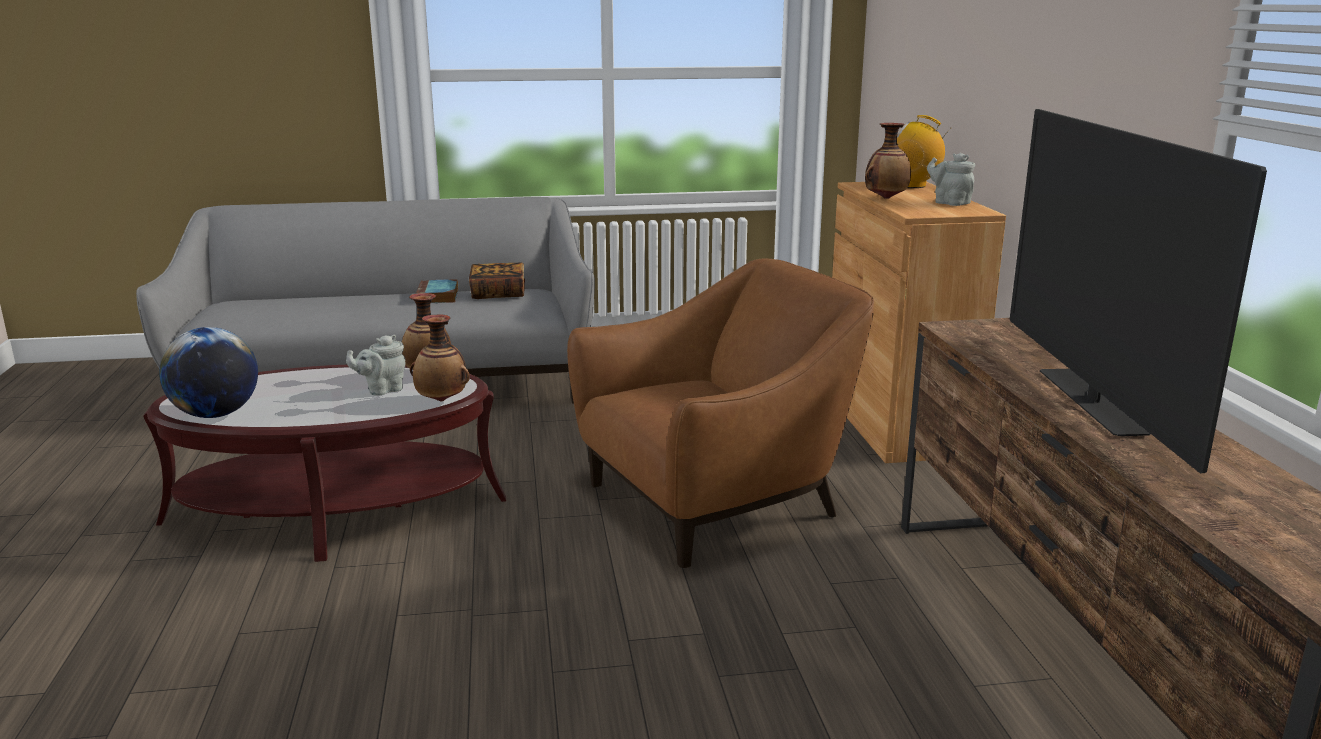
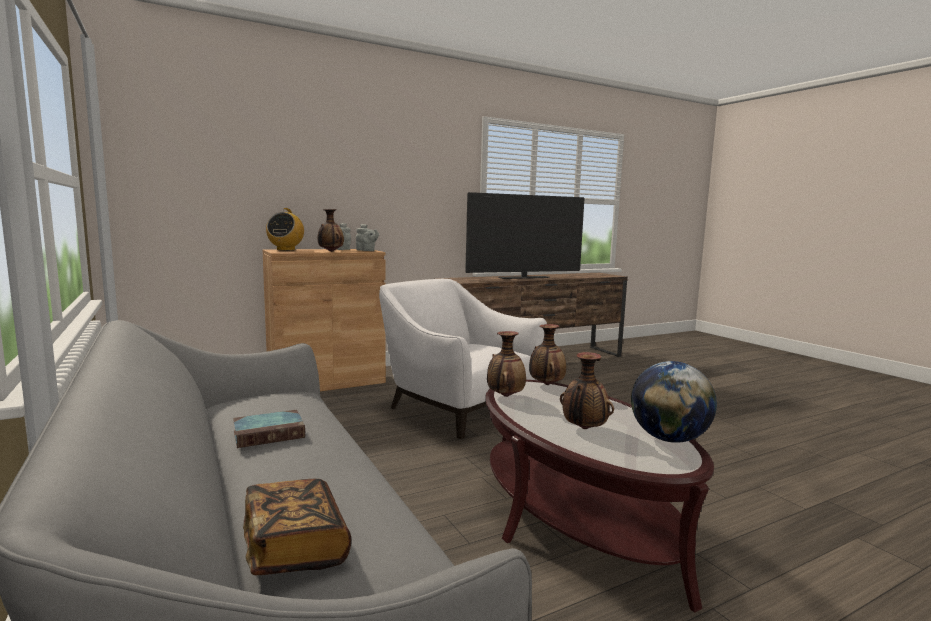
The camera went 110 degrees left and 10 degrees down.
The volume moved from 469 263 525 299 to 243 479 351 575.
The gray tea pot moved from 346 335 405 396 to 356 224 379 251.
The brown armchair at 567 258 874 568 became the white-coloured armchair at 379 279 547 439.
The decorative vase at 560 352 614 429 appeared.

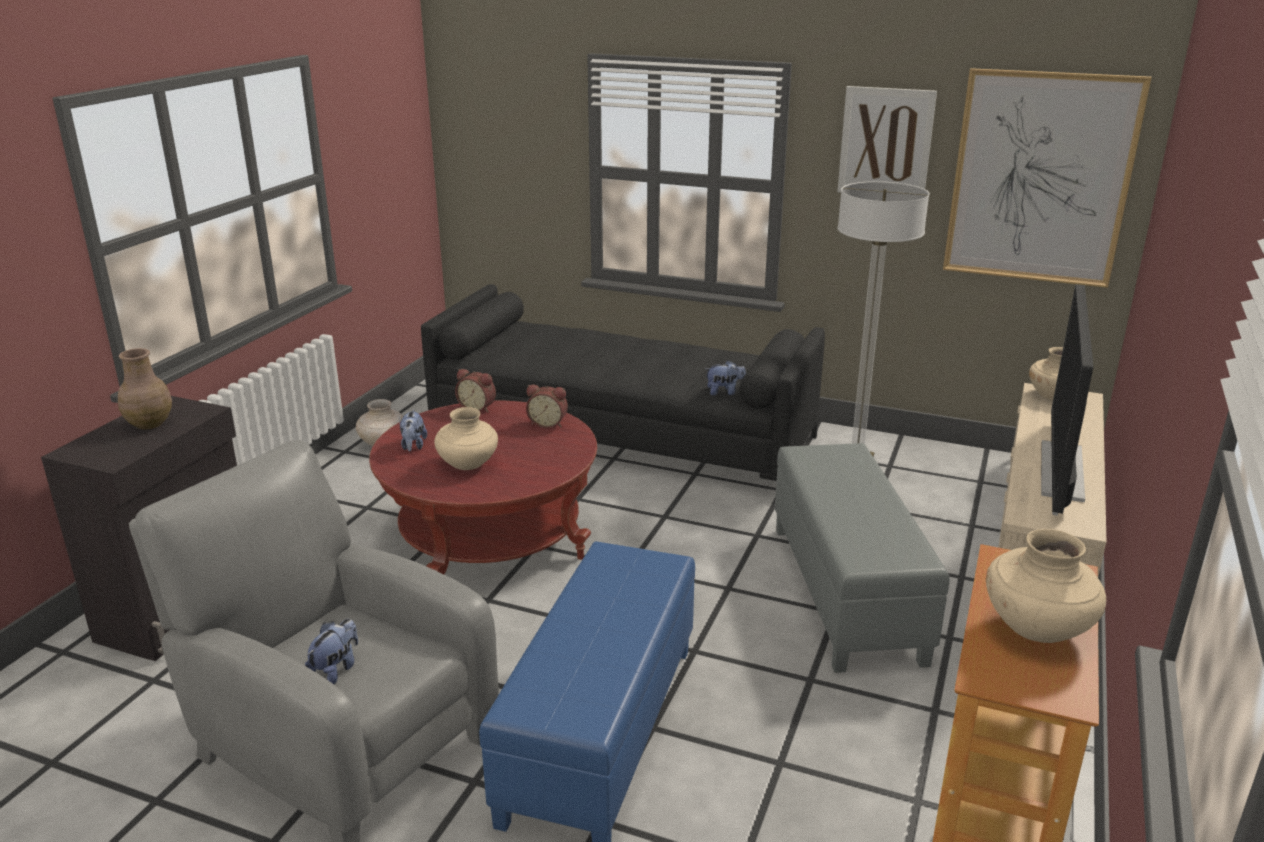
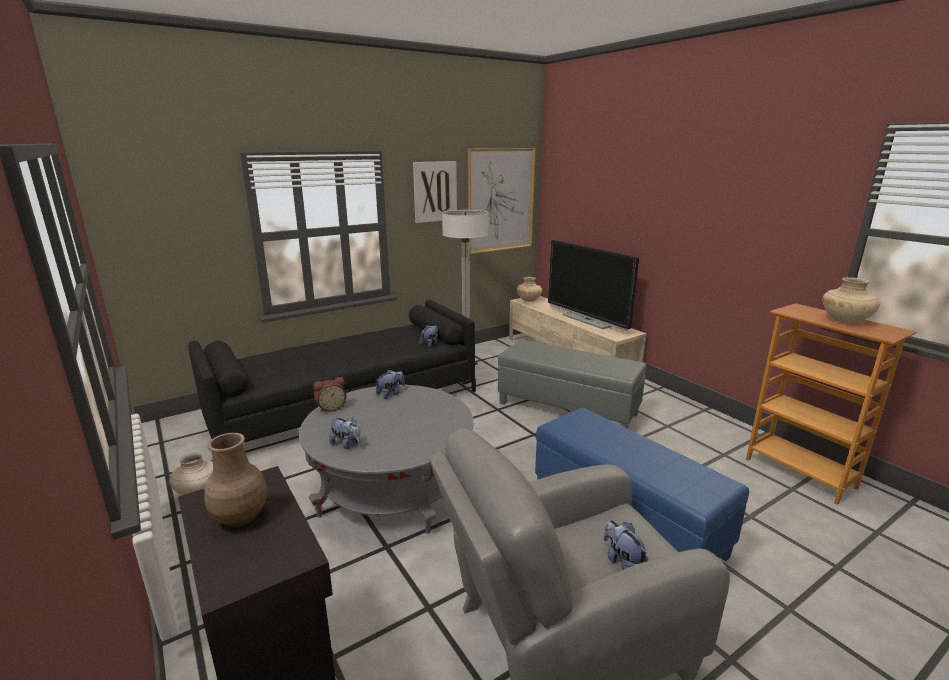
The camera went 55 degrees left and 5 degrees down.
The reddish lounge table at 369 401 597 574 became the gray lounge table at 299 385 473 534.
The alarm clock at 526 384 568 429 was replaced by the cuddly toy at 375 369 405 399.
The beige-coloured decorative vase at 434 407 498 470 disappeared.

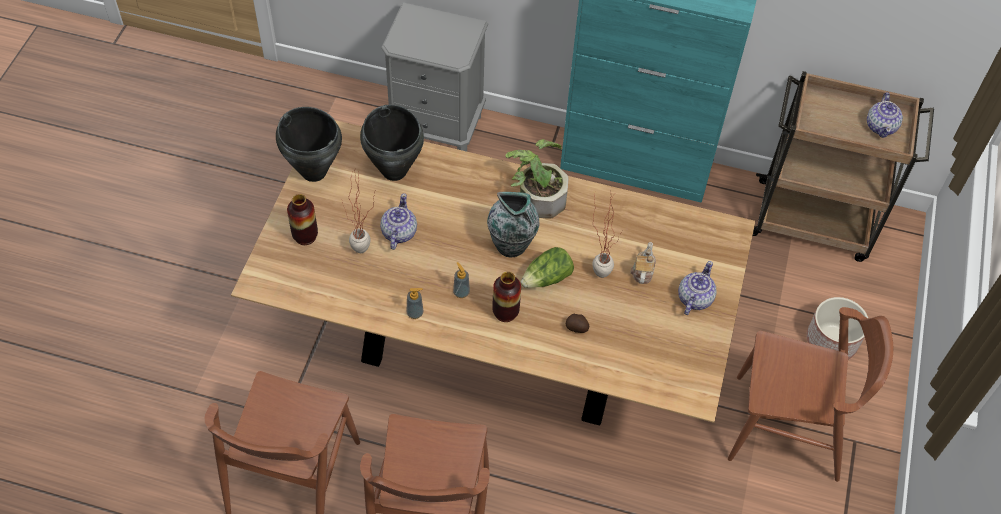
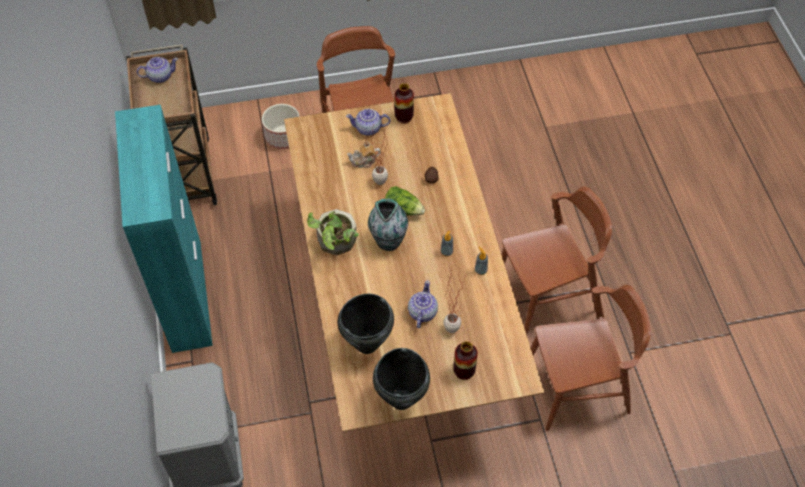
The camera went 115 degrees left and 0 degrees up.
The decorative vase moved from 492 272 521 322 to 394 83 414 123.
The tea pot at 380 193 417 250 turned 120 degrees clockwise.

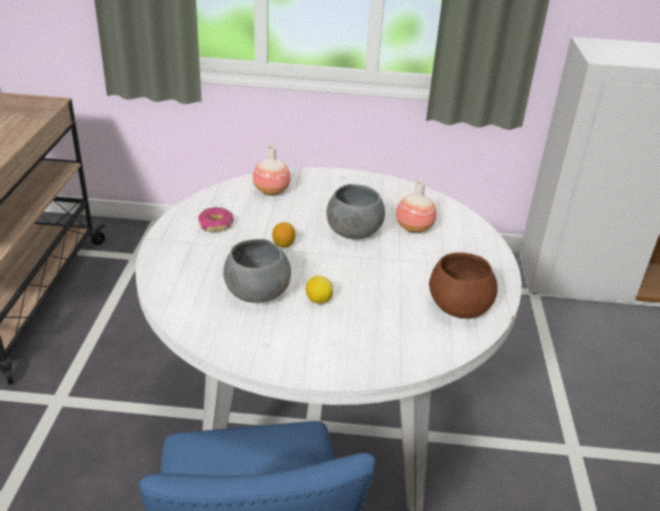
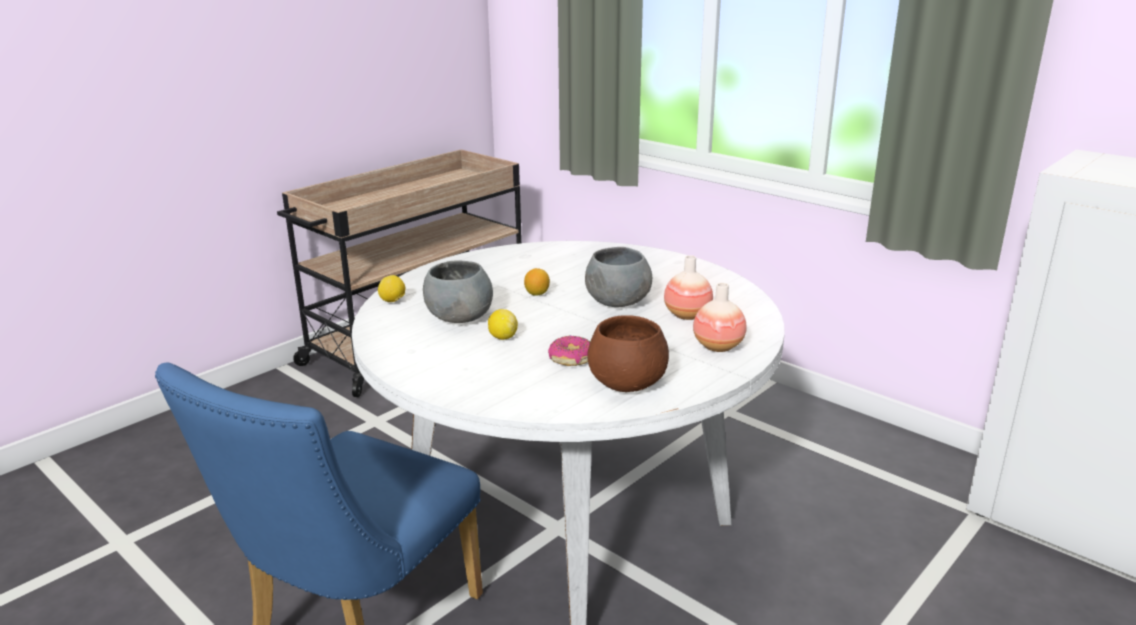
The camera went 40 degrees right and 10 degrees down.
The lemon at 378 275 405 302 appeared.
The donut moved from 198 207 234 232 to 548 336 590 366.
The decorative vase moved from 253 146 291 196 to 693 283 747 352.

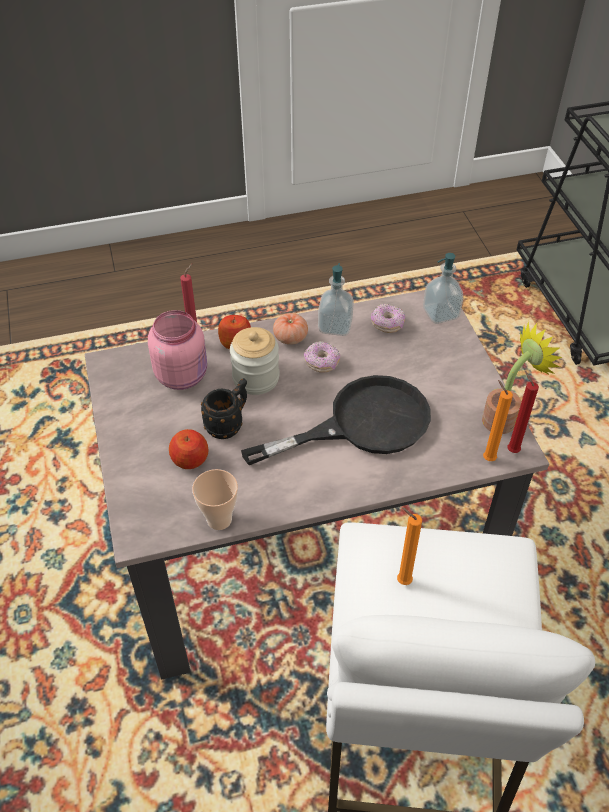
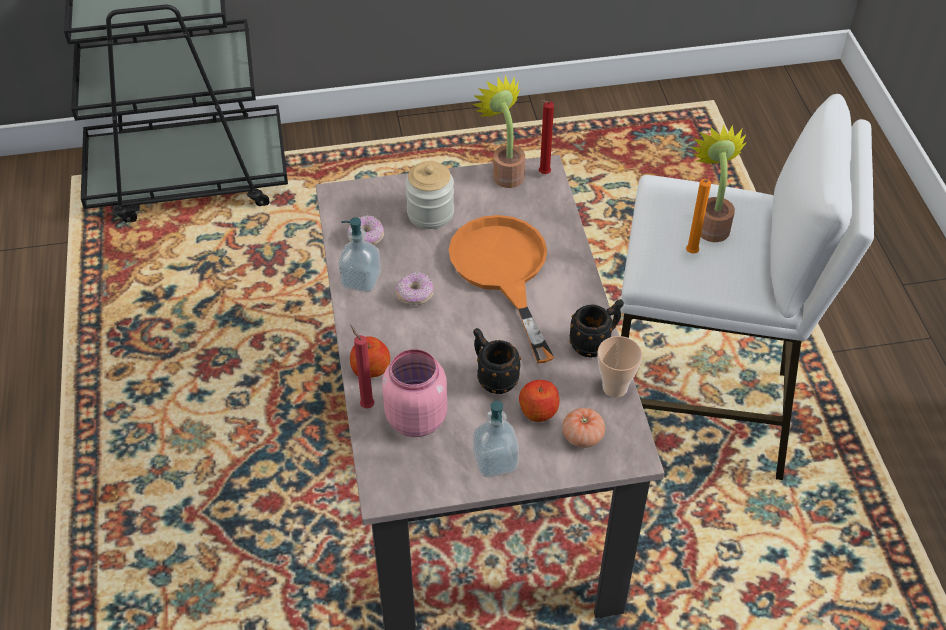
The camera went 85 degrees left and 0 degrees up.
The jar moved from 230 327 279 395 to 405 161 454 229.
The blackish skillet at 241 375 431 465 became the orange-coloured skillet at 449 215 554 364.
The soap bottle moved from 423 253 463 324 to 473 401 519 478.
The tomato moved from 273 313 308 345 to 562 408 605 448.
The blackish mug at 569 299 624 357 appeared.
The plant in a pot at 690 124 747 242 appeared.
The orange-coloured wax candle at 483 380 513 461 disappeared.

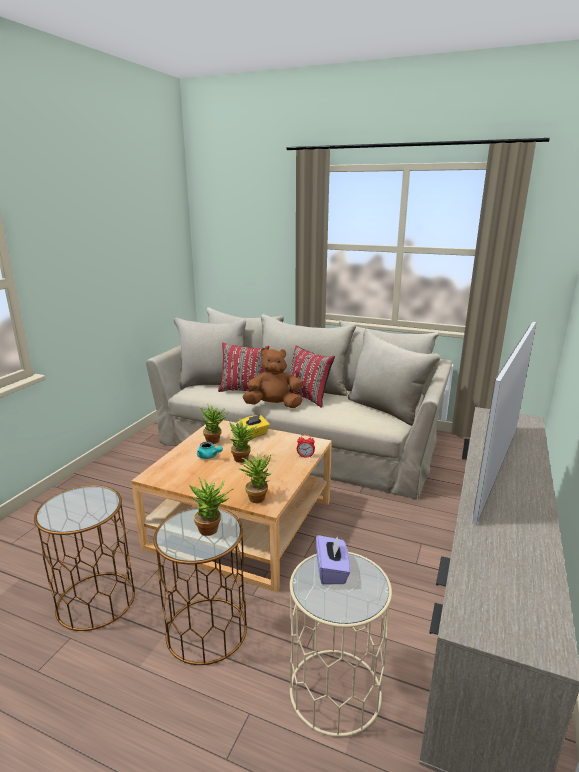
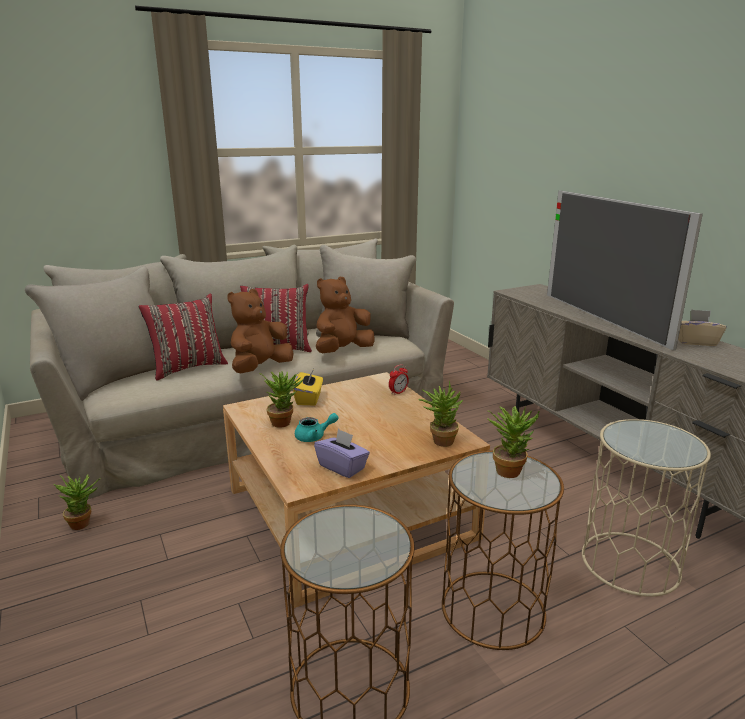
The camera went 50 degrees left and 0 degrees up.
The plant in a pot moved from 229 419 259 463 to 53 474 101 530.
The purple-coloured tissue holder moved from 316 535 350 585 to 314 429 370 478.
The brown cuddly toy at 316 276 375 353 appeared.
The beige-coloured tissue holder at 678 309 726 346 appeared.

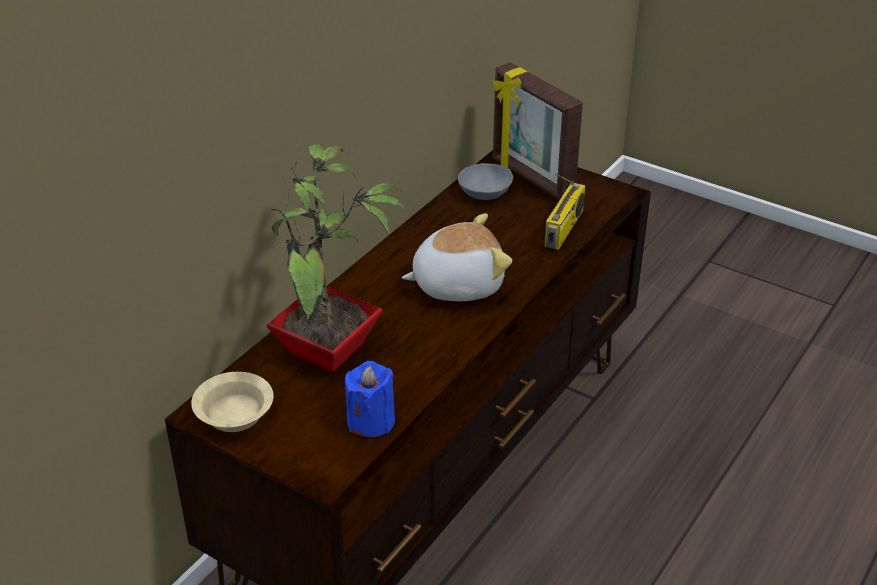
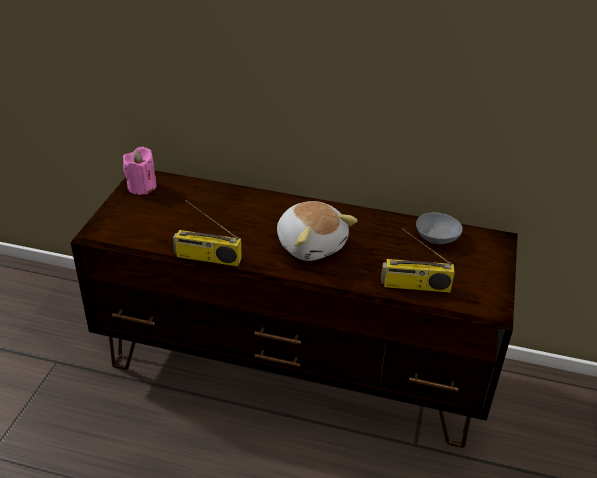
The camera went 70 degrees right and 0 degrees up.
The beige-coloured deep dish at 191 372 274 432 was replaced by the pink-coloured wax candle at 123 147 157 195.
The radio set at 173 200 242 266 appeared.
The plant in a pot at 262 144 407 373 disappeared.
The blue-coloured wax candle at 345 361 395 437 disappeared.
The photo frame at 493 62 583 201 disappeared.

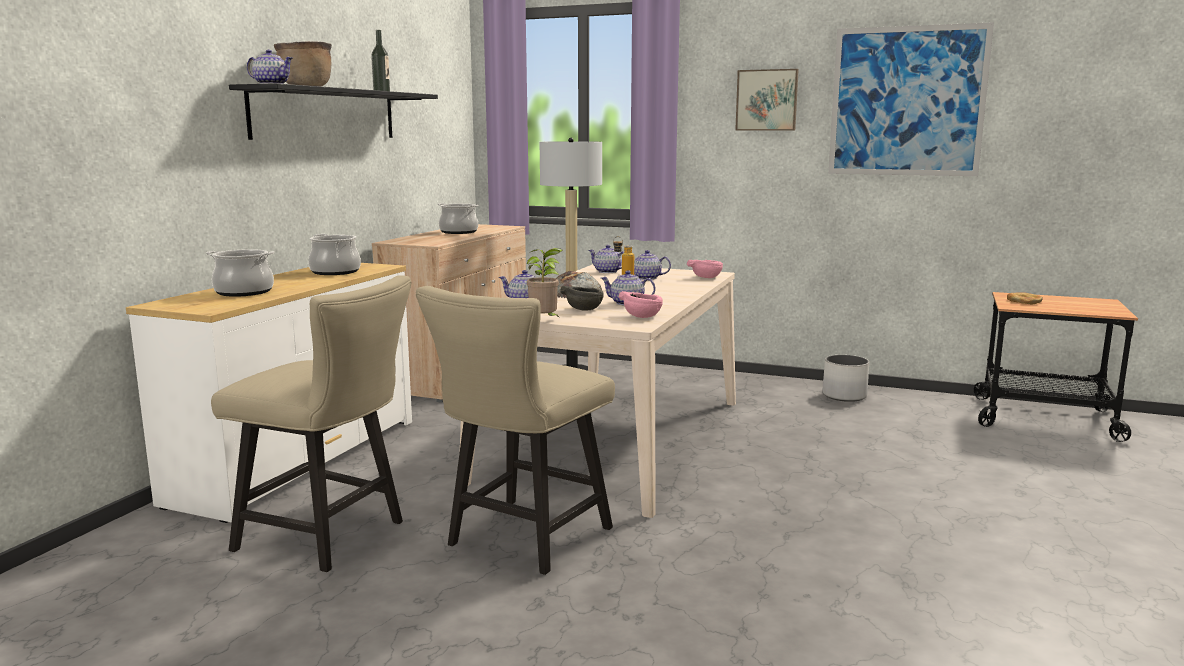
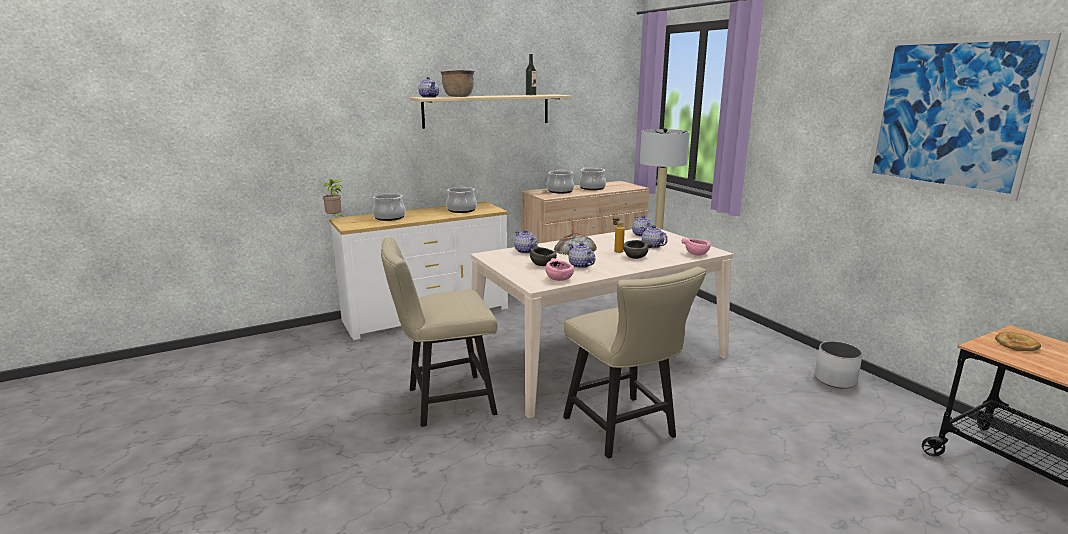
The camera went 40 degrees right and 5 degrees up.
The plant in a pot moved from 527 248 563 318 to 323 179 344 217.
The blackish shelf at 229 83 438 140 became the beige-coloured shelf at 410 94 572 129.
The cooking pot at 547 169 574 193 appeared.
The beige-coloured chair moved from 211 275 412 572 to 563 267 706 458.
The gray deep dish at 623 240 653 259 appeared.
The wall art at 735 69 799 130 disappeared.

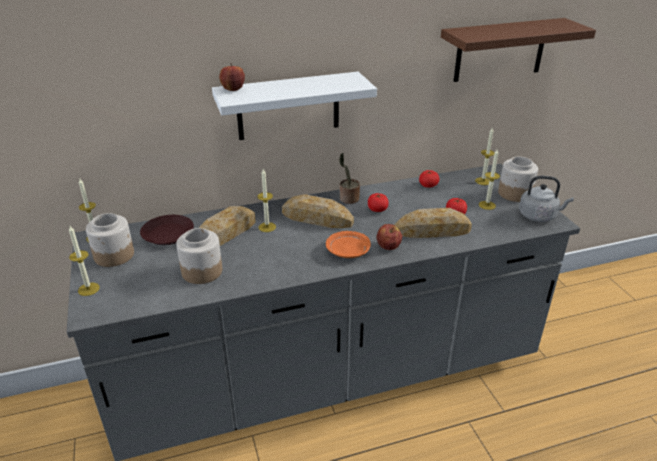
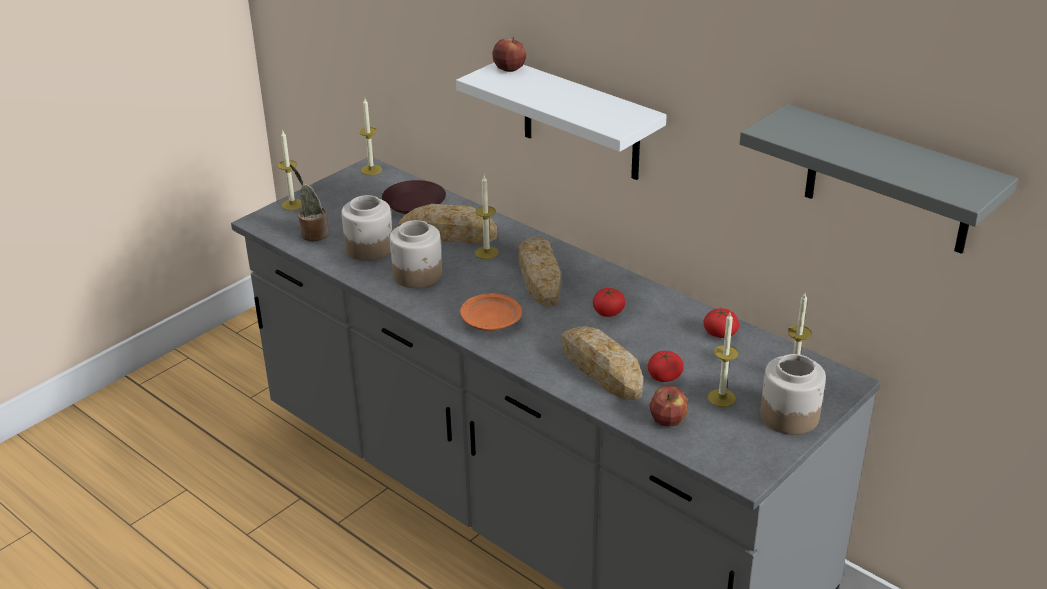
The camera went 60 degrees right and 0 degrees up.
The plant in a pot moved from 339 153 360 204 to 290 164 329 241.
The jar moved from 86 213 134 267 to 390 220 442 288.
The apple fruit moved from 377 224 402 250 to 650 386 688 427.
The brown shelf at 441 18 596 82 became the gray shelf at 740 104 1018 254.
The gray kettle at 519 176 574 222 disappeared.

